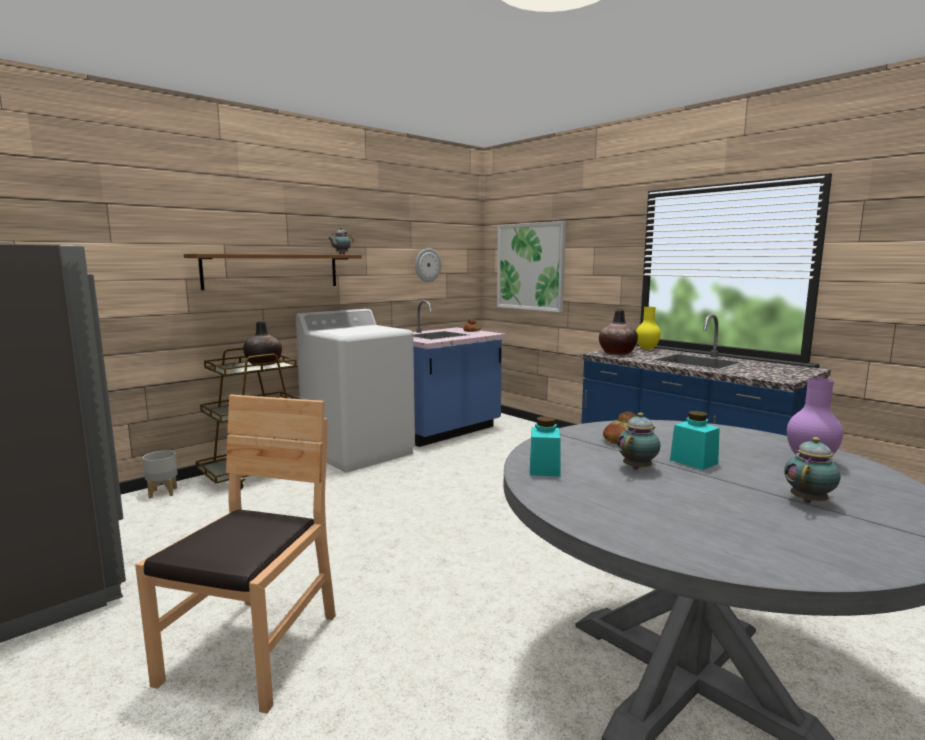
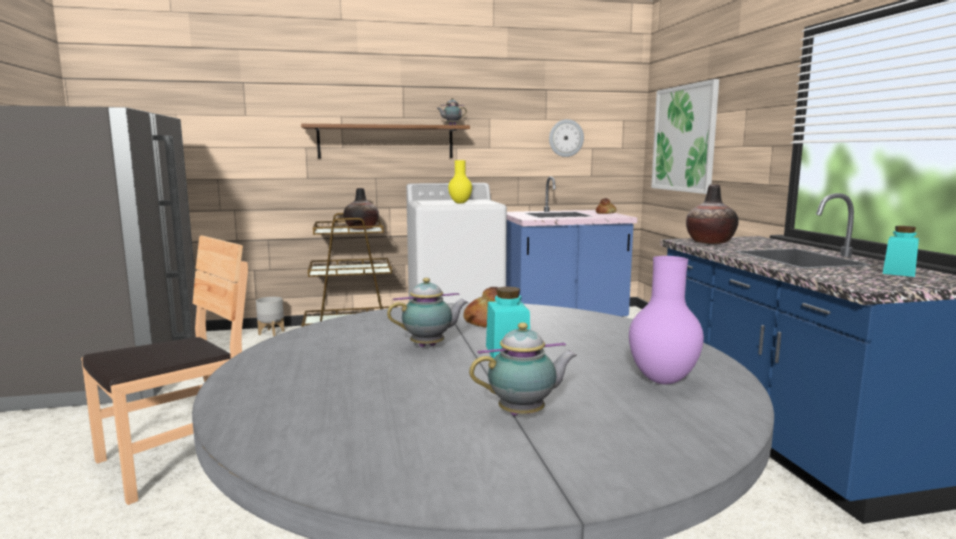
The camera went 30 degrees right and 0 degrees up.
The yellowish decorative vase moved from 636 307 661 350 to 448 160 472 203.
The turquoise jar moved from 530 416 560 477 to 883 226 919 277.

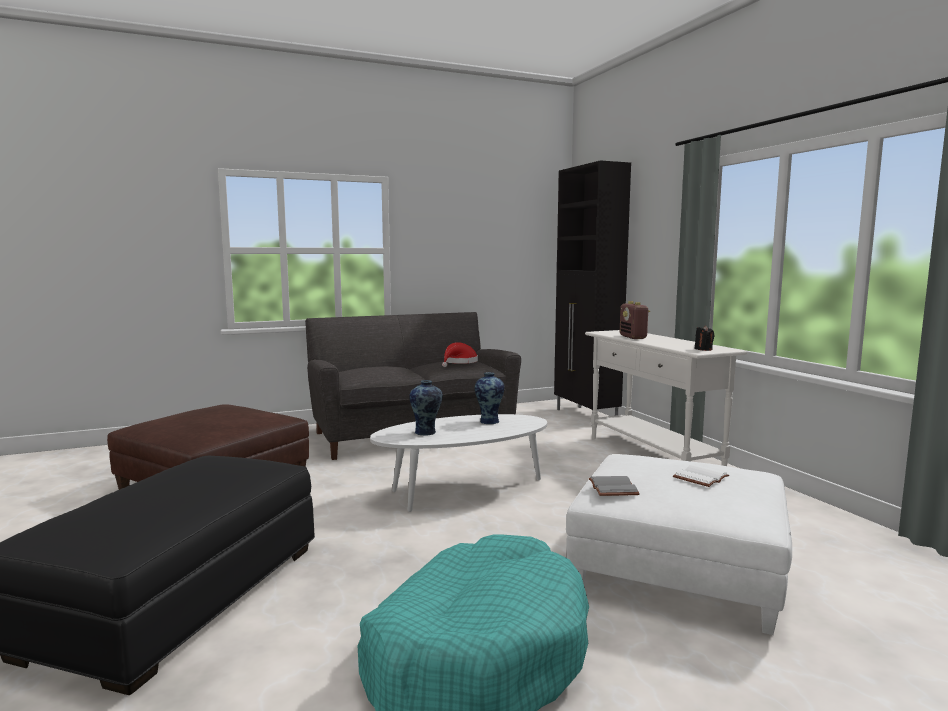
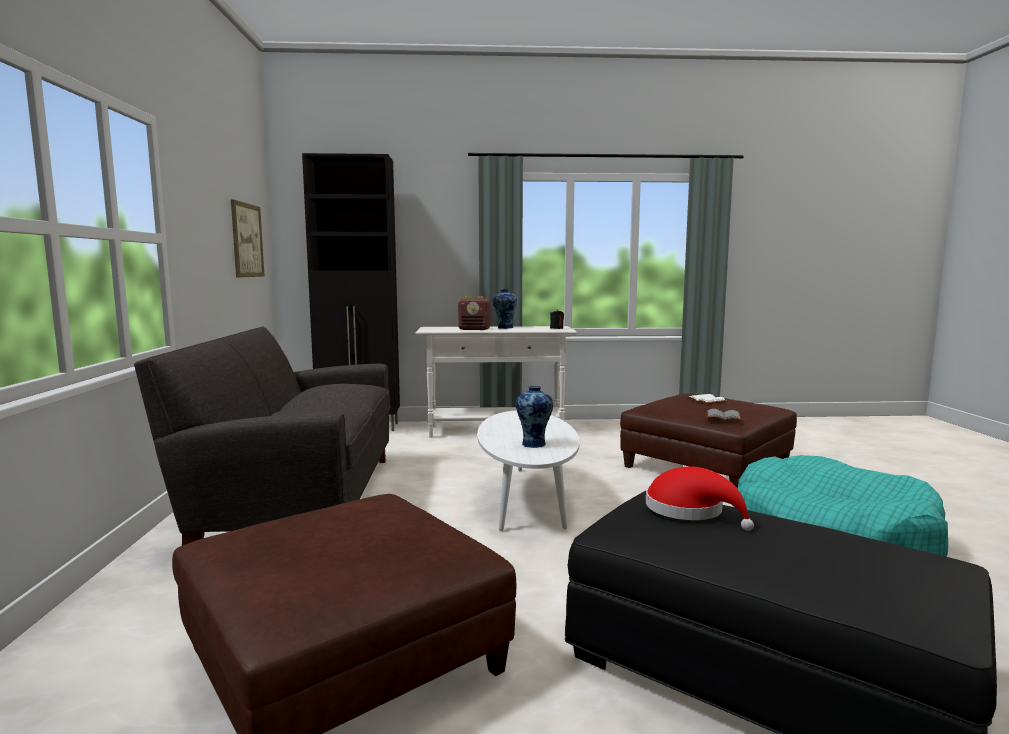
The camera went 70 degrees left and 0 degrees up.
The wall art at 231 200 265 278 appeared.
The decorative vase moved from 475 372 505 424 to 492 289 517 329.
The white-coloured ottoman at 566 454 792 635 became the brown ottoman at 620 394 797 489.
The reddish clothing hat moved from 442 342 478 367 to 646 466 754 531.

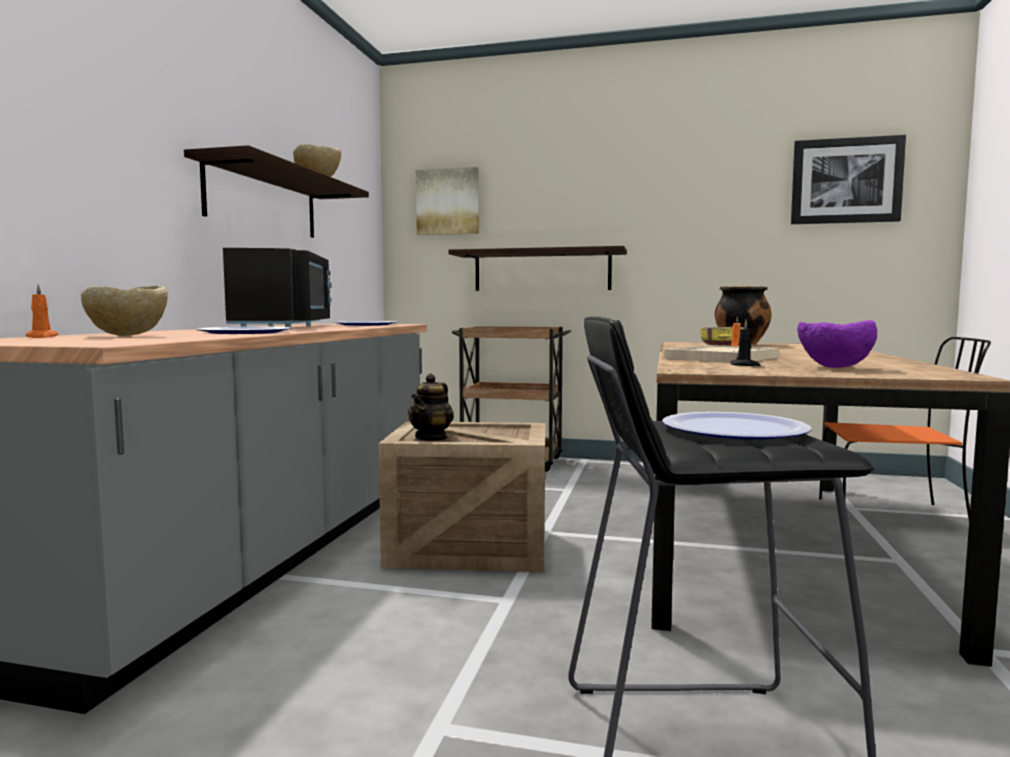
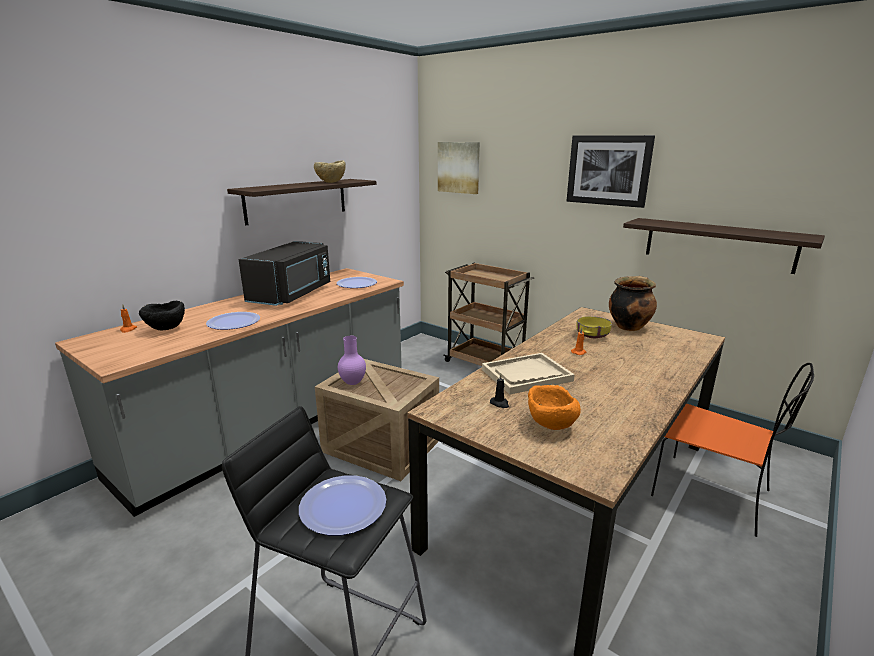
The camera went 25 degrees right and 15 degrees up.
The beige-coloured deep dish at 81 286 168 336 became the blackish deep dish at 139 301 185 330.
The tea pot at 408 373 454 441 was replaced by the purple-coloured decorative vase at 338 336 366 385.
The purple-coloured deep dish at 797 320 877 368 became the orange-coloured deep dish at 528 385 581 430.
The wall art moved from 791 135 906 224 to 567 135 655 208.
The shelf moved from 448 246 627 291 to 623 218 825 274.

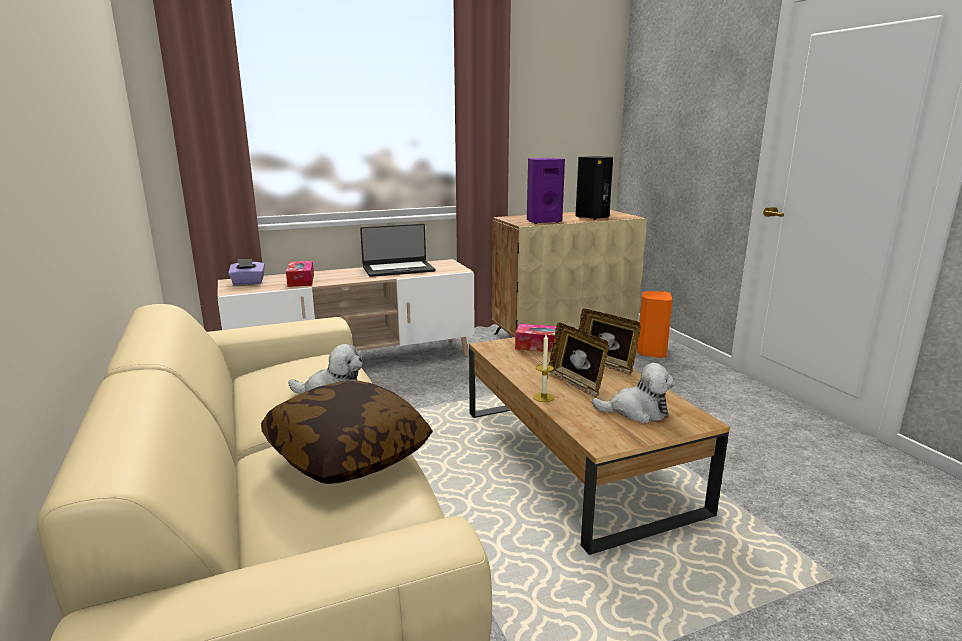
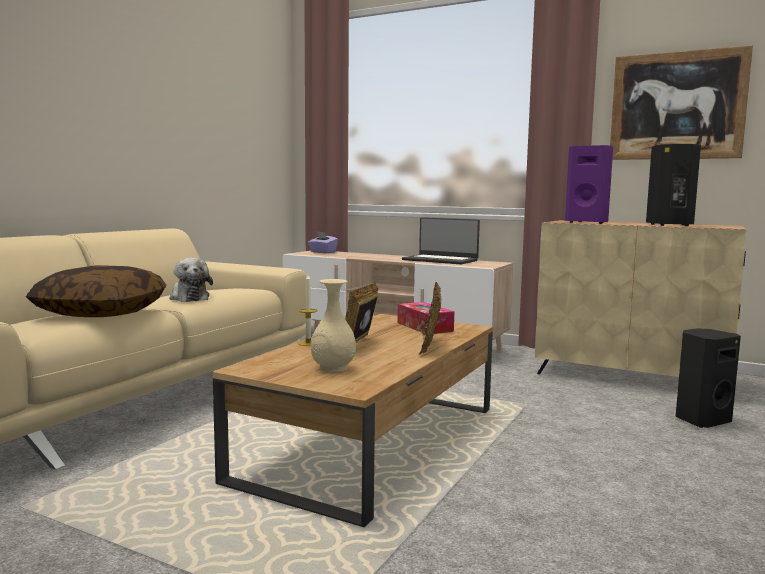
The camera went 50 degrees right and 10 degrees down.
The cuddly toy at 592 363 675 423 was replaced by the beige-coloured decorative vase at 311 279 356 373.
The wall art at 610 45 753 160 appeared.
The orange-coloured speaker at 637 291 672 358 became the blackish speaker at 676 328 741 428.
The tissue holder at 286 261 314 287 disappeared.

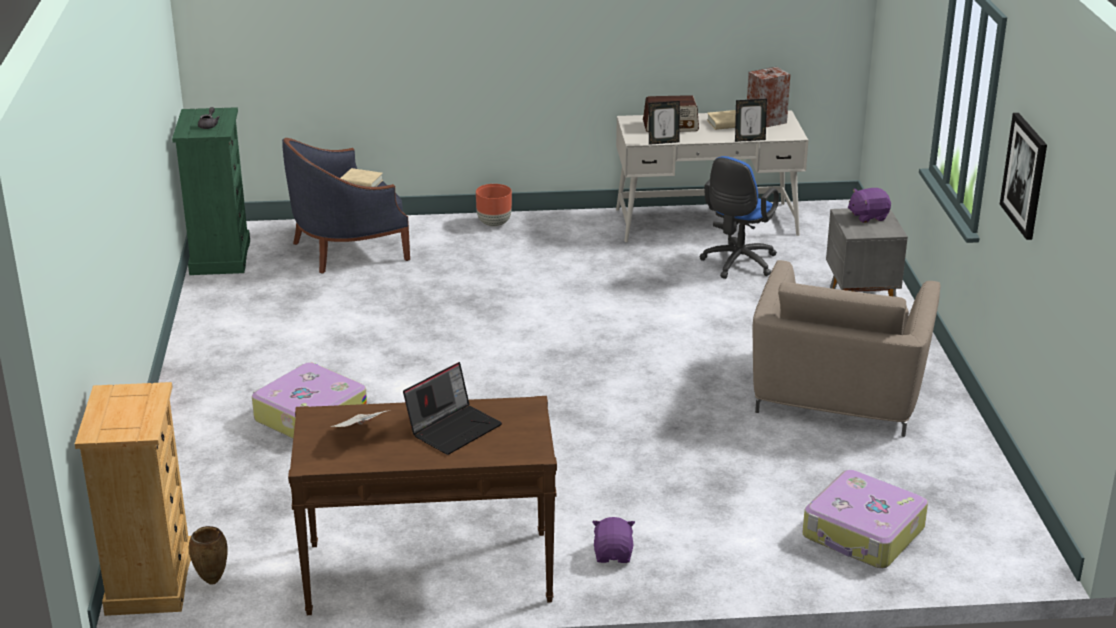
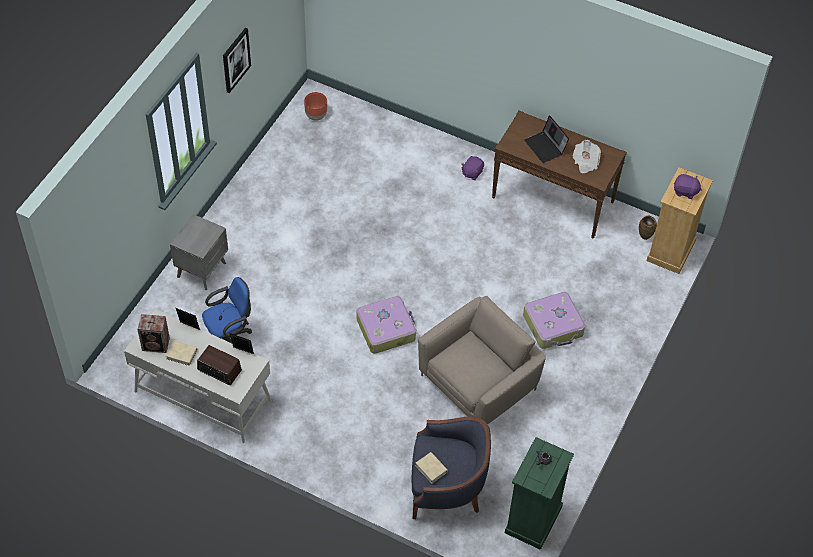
The camera went 150 degrees left and 25 degrees up.
The brown plant pot moved from 476 184 512 227 to 304 92 327 121.
The suitcase moved from 802 470 928 568 to 356 296 416 354.
The beige-coloured armchair moved from 753 260 941 437 to 418 296 546 424.
The portable computer at 403 362 502 455 turned 105 degrees counterclockwise.
The purple-coloured cuddly toy moved from 848 188 891 223 to 674 174 702 199.

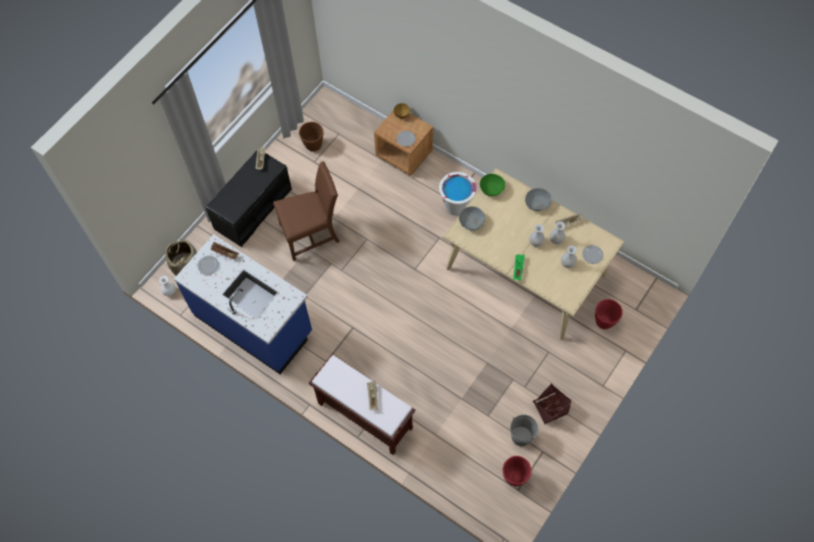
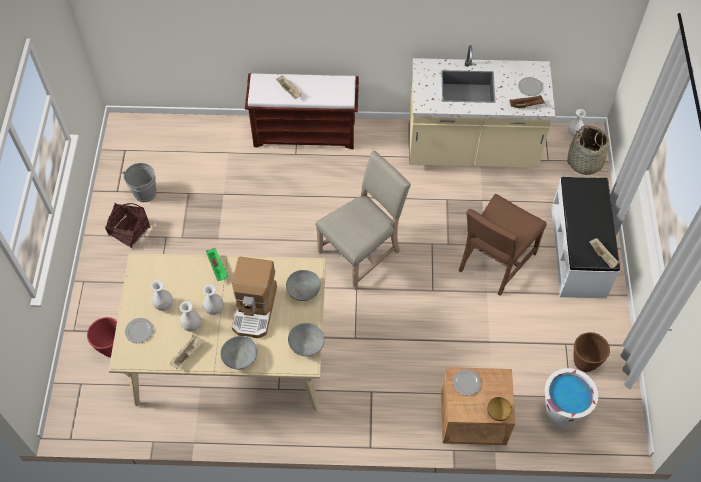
The camera went 145 degrees right and 5 degrees down.
The coffee brewer at 232 257 277 338 appeared.
The green deep dish at 480 174 505 196 became the gray deep dish at 288 323 325 356.
The beige-coloured chair at 315 151 411 290 appeared.
The blue-coloured kitchen base unit at 174 234 312 374 became the beige-coloured kitchen base unit at 409 45 555 168.
The white-coloured water bucket moved from 439 172 476 216 to 545 368 598 427.
The blackish long seat at 206 151 292 247 became the white-coloured long seat at 551 177 620 298.
The reddish plant pot at 503 456 531 486 disappeared.

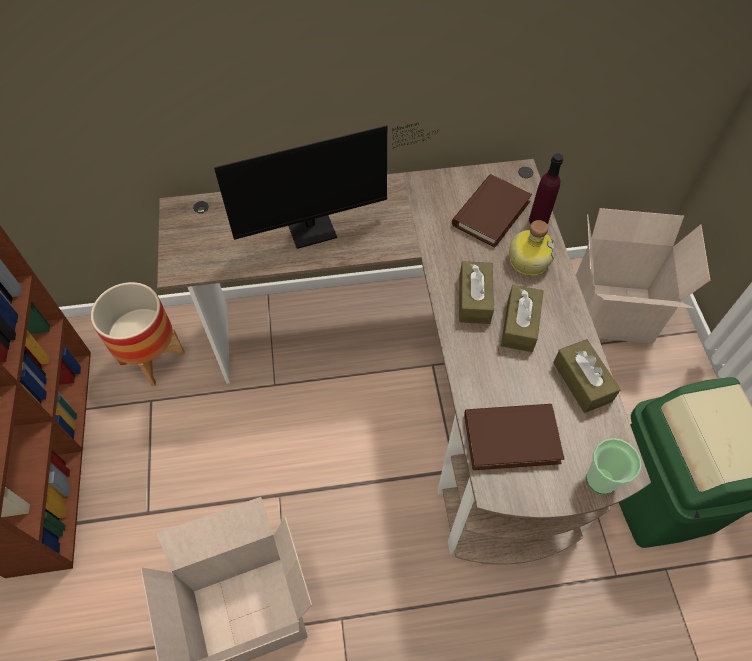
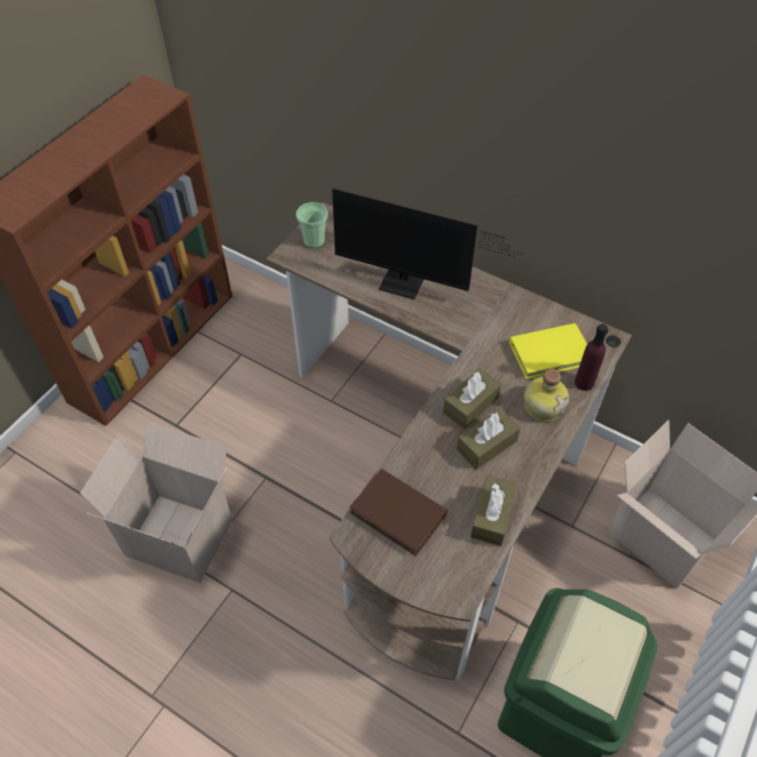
The camera went 40 degrees right and 5 degrees down.
The drinking cup moved from 586 438 641 494 to 296 202 328 248.
The brown volume at 452 174 532 248 became the yellowish volume at 509 323 587 380.
The plant pot at 91 282 185 386 disappeared.

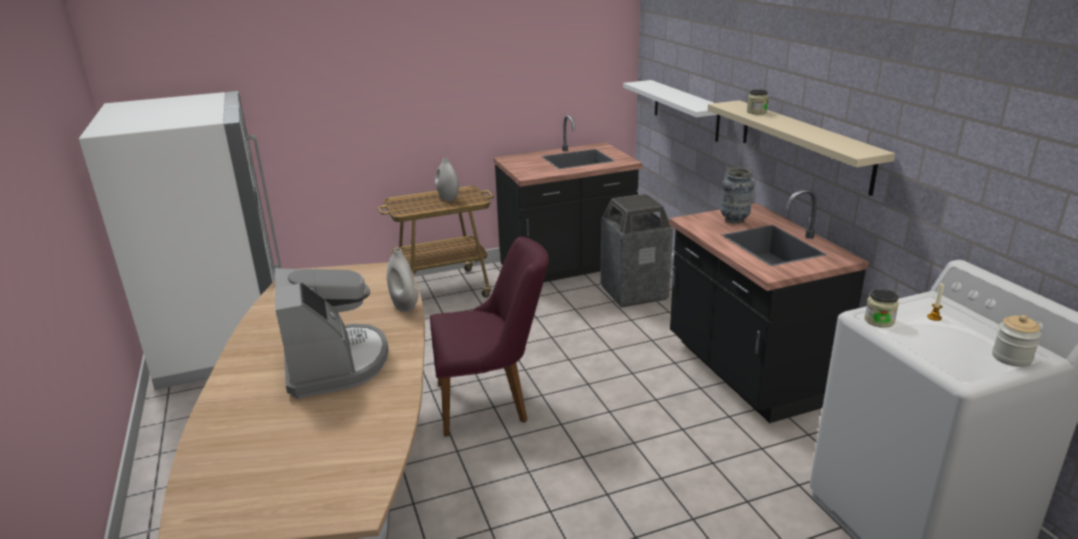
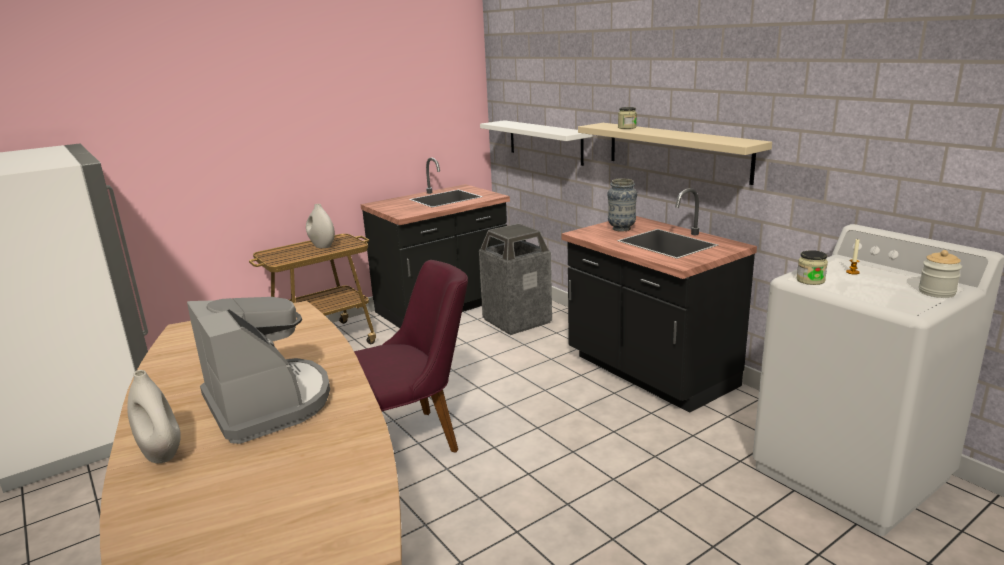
The camera went 15 degrees left and 5 degrees down.
The white-coloured decorative vase moved from 387 248 419 312 to 127 370 181 463.

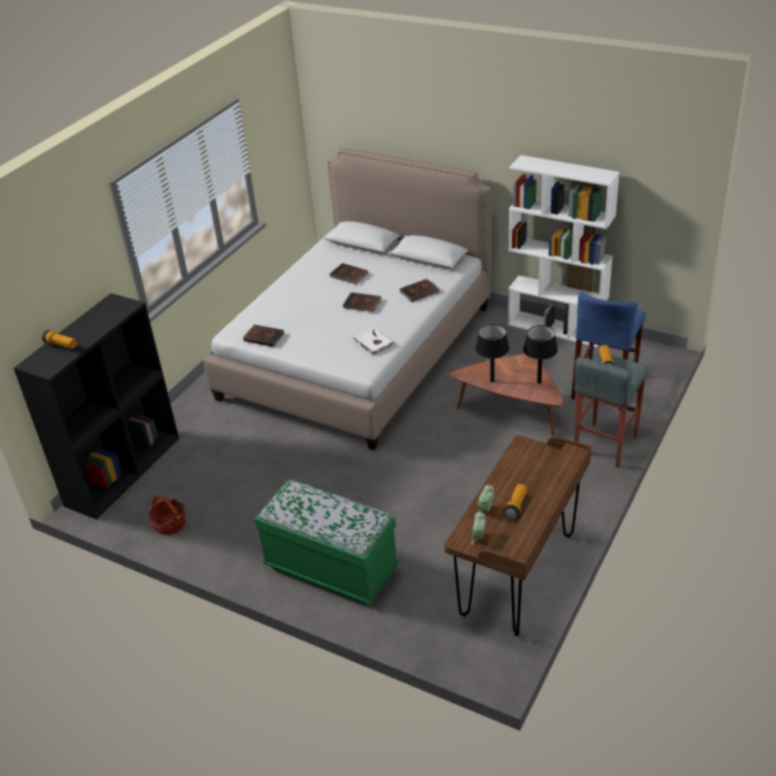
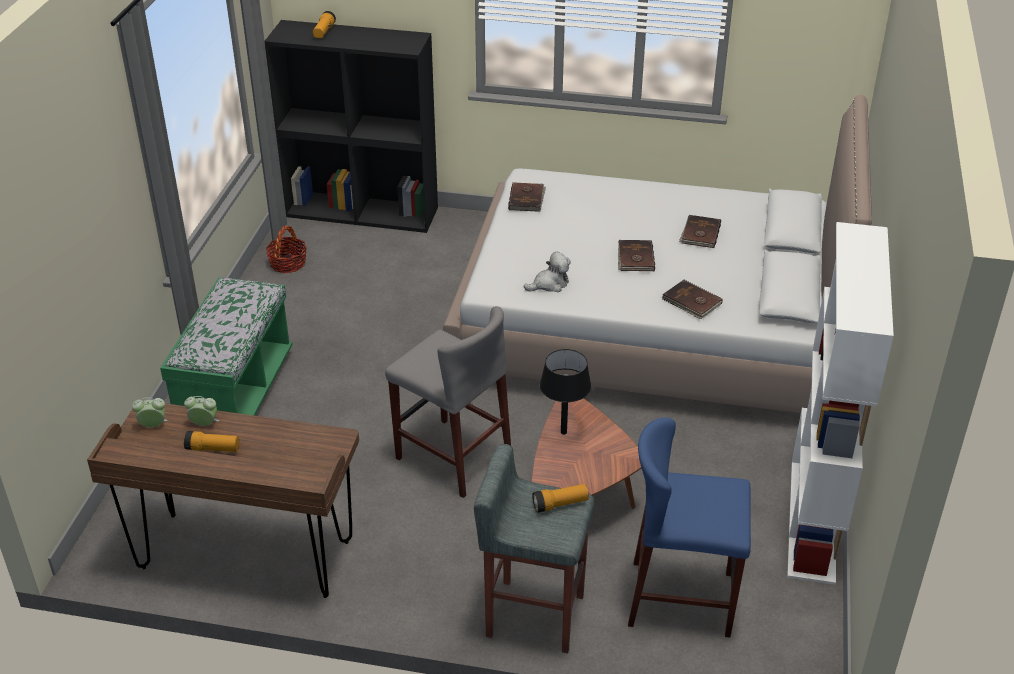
The camera went 70 degrees right and 0 degrees up.
The gray stool at 385 306 511 498 appeared.
The white-coloured volume at 353 327 393 355 was replaced by the cuddly toy at 524 252 571 292.
The blackish table lamp at 523 325 558 384 disappeared.

